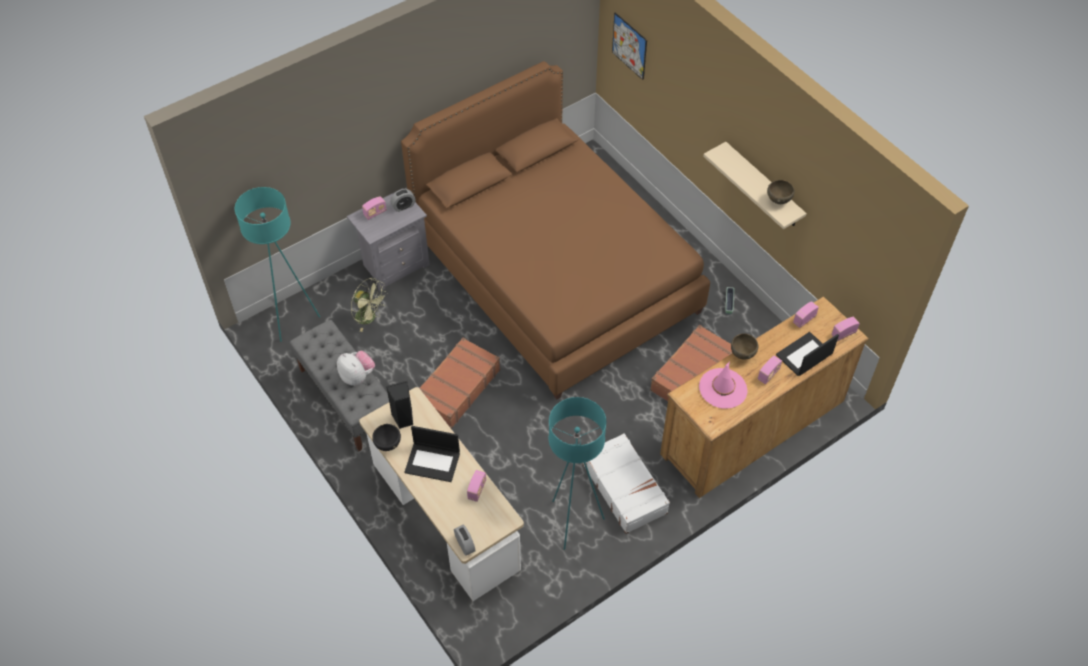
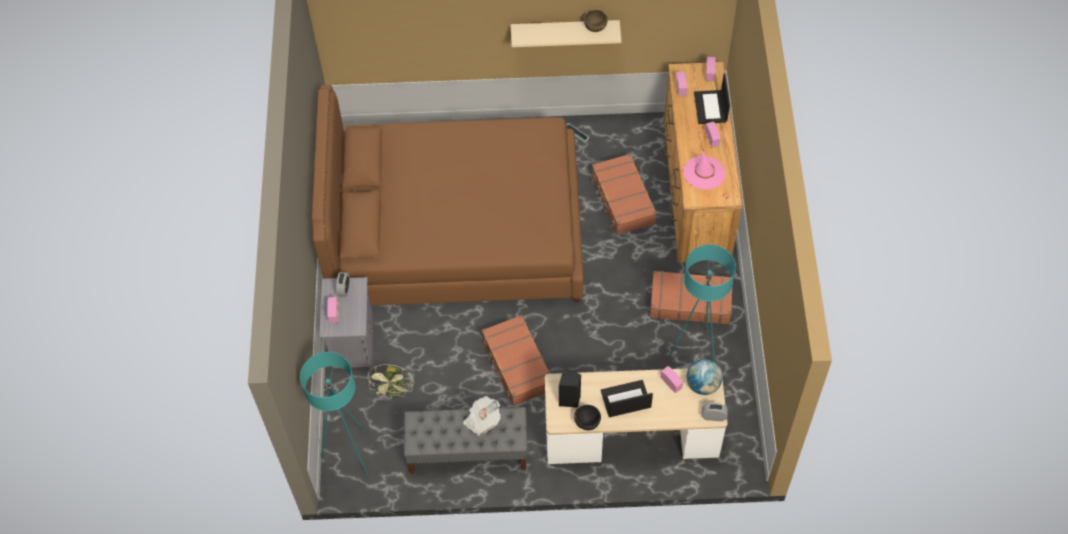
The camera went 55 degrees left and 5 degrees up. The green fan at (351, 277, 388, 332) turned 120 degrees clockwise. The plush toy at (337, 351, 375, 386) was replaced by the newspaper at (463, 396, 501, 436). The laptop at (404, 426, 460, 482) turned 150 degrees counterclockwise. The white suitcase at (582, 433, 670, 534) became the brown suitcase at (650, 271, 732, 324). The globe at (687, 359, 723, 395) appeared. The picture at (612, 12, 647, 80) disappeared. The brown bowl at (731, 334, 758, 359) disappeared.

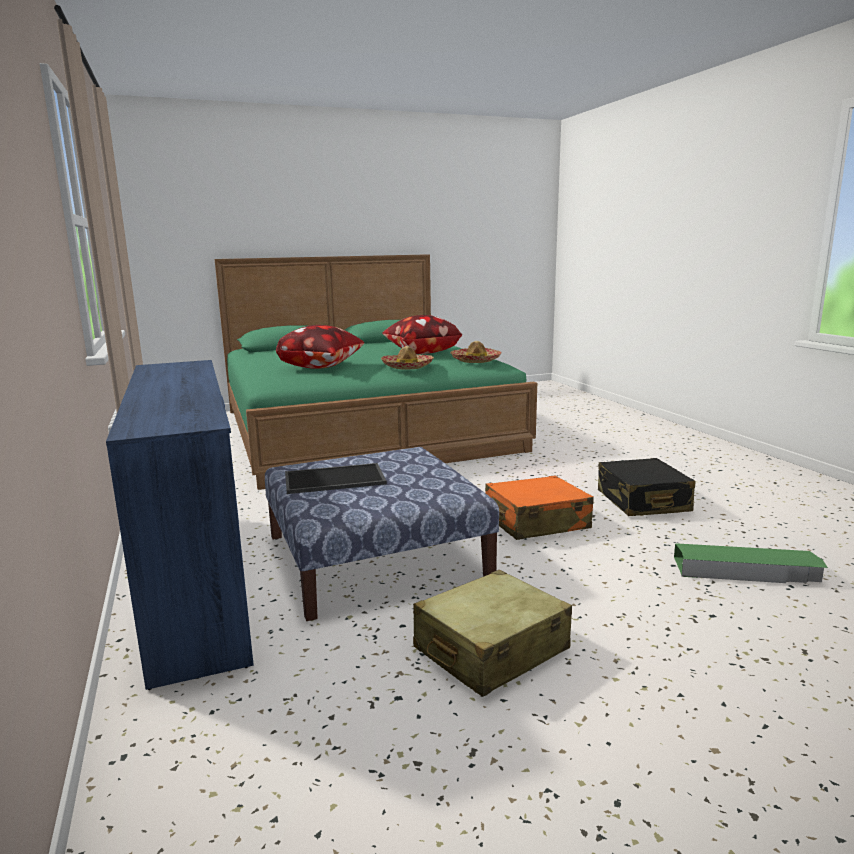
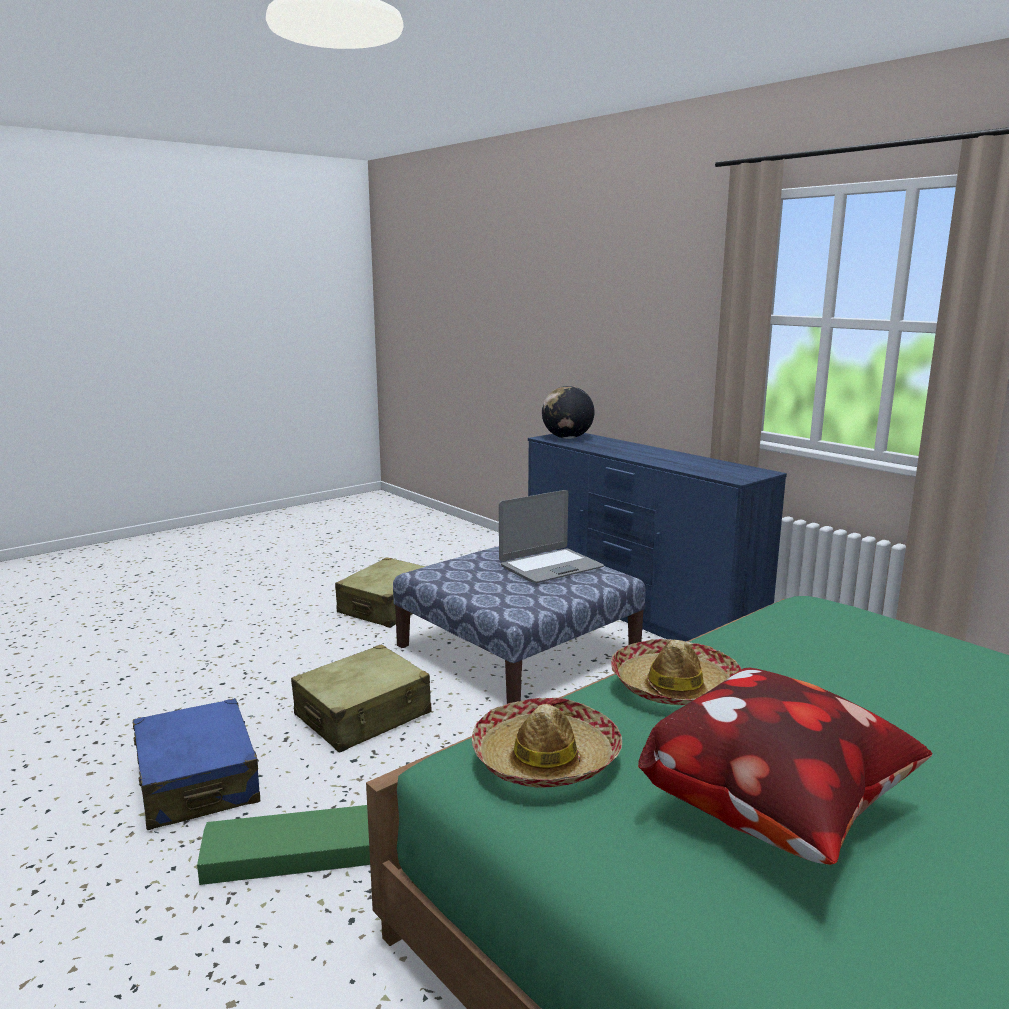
The camera went 160 degrees right and 0 degrees up. The black suitcase at (598, 458, 695, 516) became the blue suitcase at (133, 698, 260, 830). The green storage box moved from (674, 543, 828, 583) to (197, 805, 370, 886). The orange suitcase at (485, 476, 594, 540) became the beige suitcase at (291, 644, 431, 753). The tray at (285, 463, 387, 494) was replaced by the laptop at (499, 490, 604, 583). The globe at (542, 386, 595, 439) appeared. The pillow at (276, 325, 365, 369) disappeared.

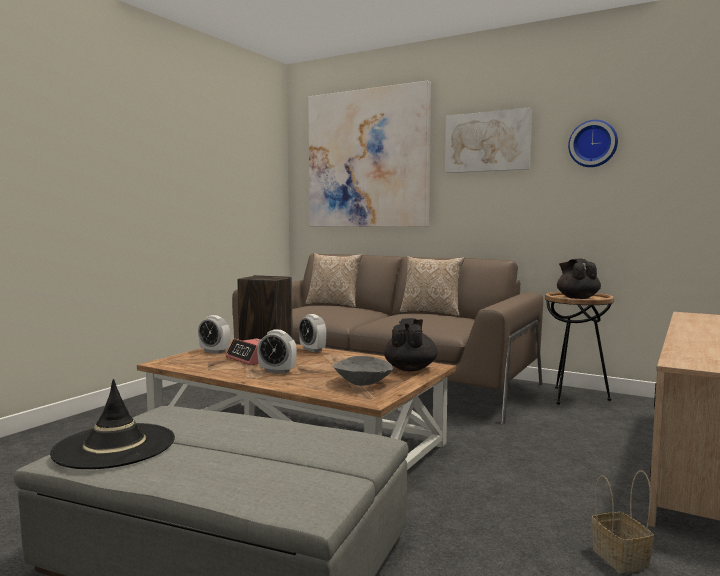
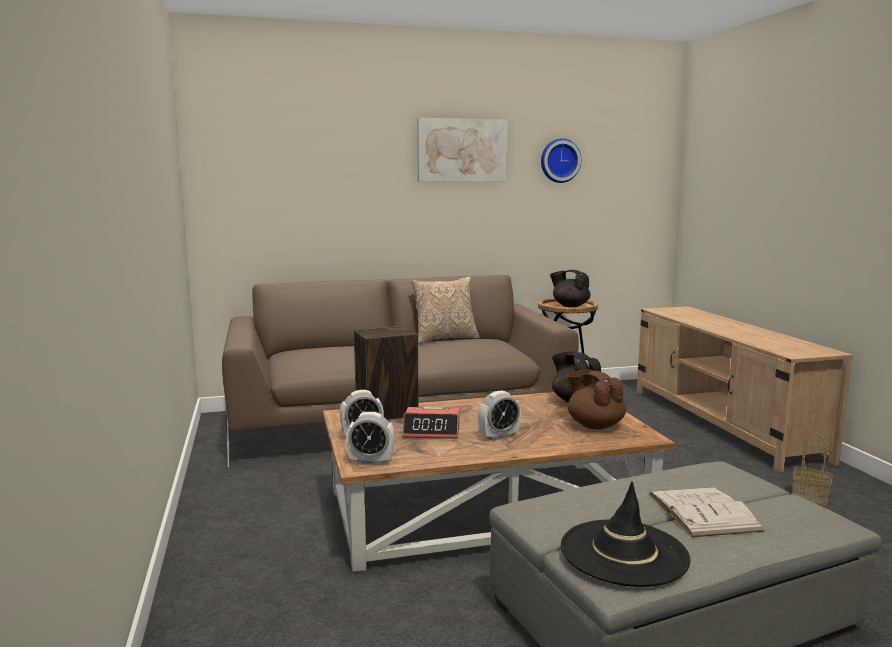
The camera went 45 degrees left and 5 degrees up. The alarm clock moved from (299, 314, 327, 352) to (346, 412, 395, 465). The grey bowl at (333, 356, 393, 386) was replaced by the brown teapot at (567, 370, 626, 429). The white book at (648, 487, 765, 537) appeared. The pillow at (305, 253, 363, 308) disappeared. The picture at (308, 81, 431, 227) disappeared.

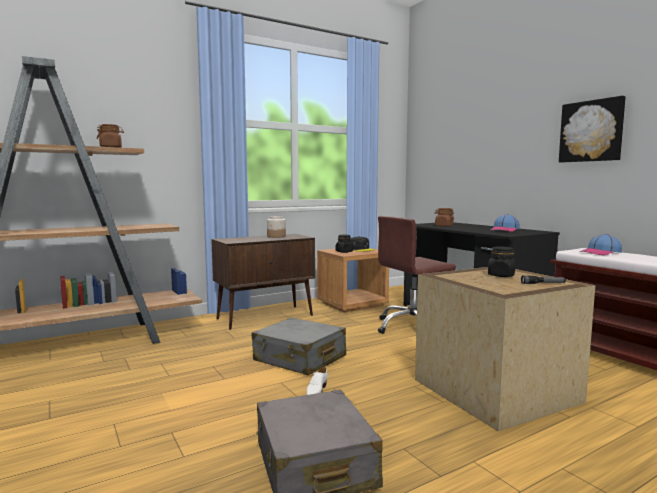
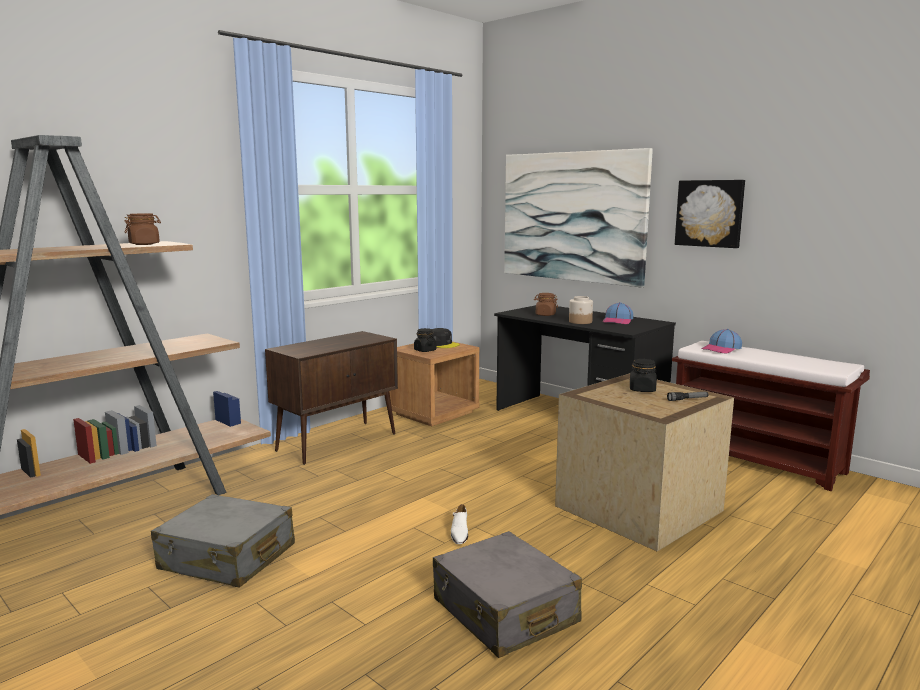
The camera went 15 degrees left and 5 degrees up. The grey suitcase moved from (252, 318, 346, 375) to (151, 494, 295, 588). The picture at (504, 148, 653, 288) appeared. The jar moved from (267, 216, 286, 238) to (569, 296, 593, 324). The brown office chair at (378, 216, 456, 334) disappeared.

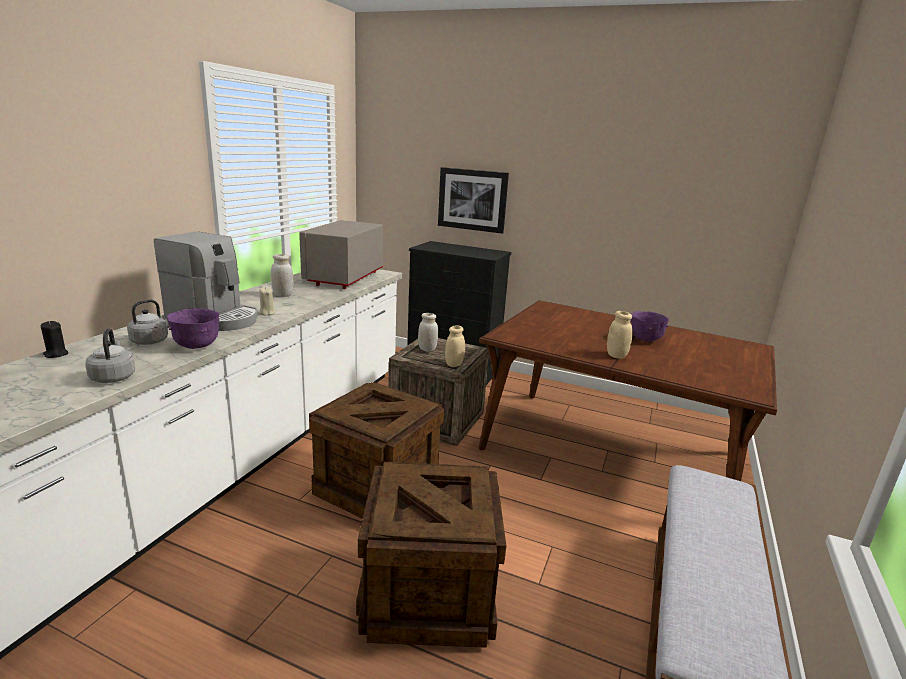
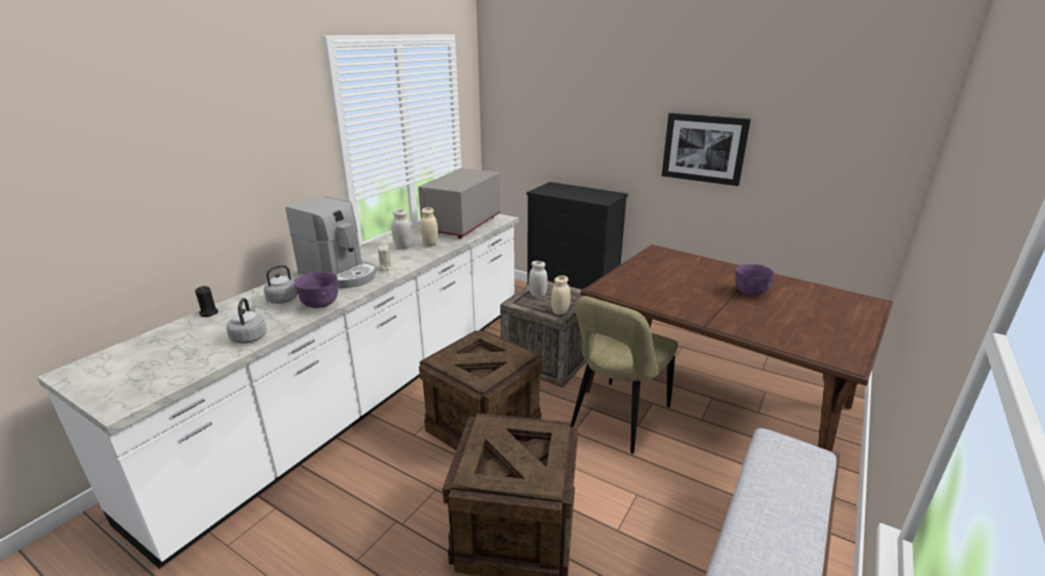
The camera went 10 degrees right and 5 degrees up. The beige jar moved from (607, 311, 633, 359) to (421, 207, 438, 246). The beige chair at (571, 296, 678, 454) appeared. The picture moved from (438, 167, 509, 234) to (662, 113, 751, 186).

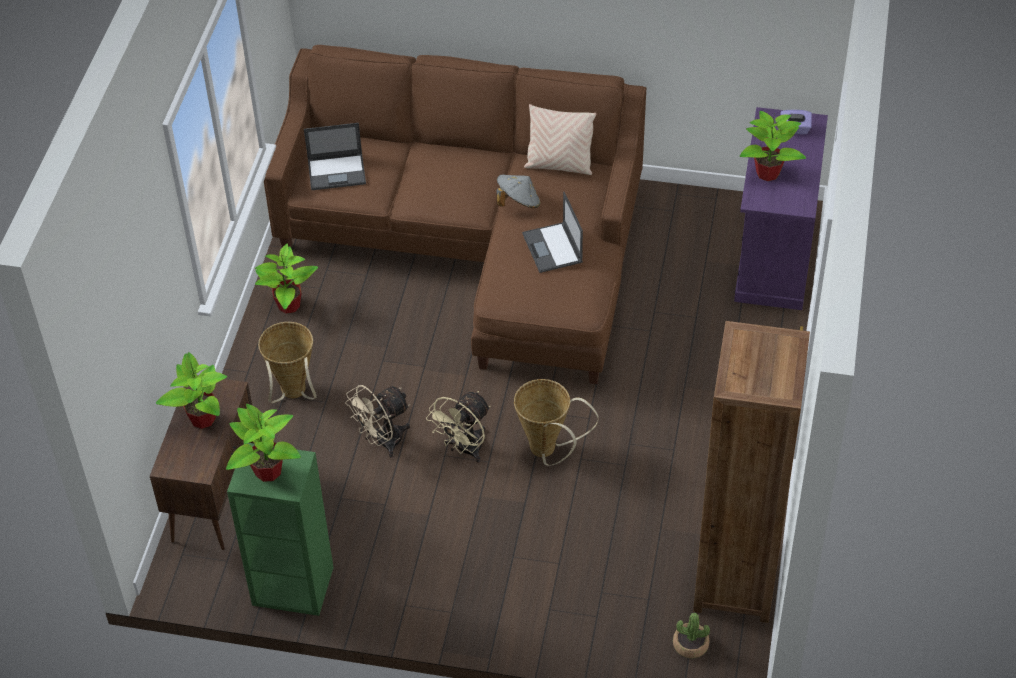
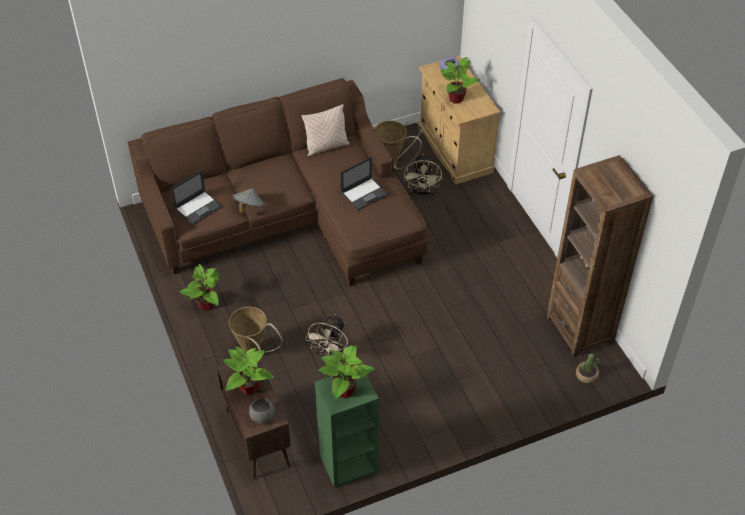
The camera went 35 degrees left and 0 degrees up. The grey hat moved from (496, 175, 540, 208) to (232, 188, 265, 215). The grey bowl at (249, 398, 275, 424) appeared. The laptop at (522, 192, 583, 273) turned 75 degrees counterclockwise. The basket moved from (514, 379, 599, 466) to (375, 121, 422, 169). The beige fan moved from (426, 391, 490, 463) to (404, 154, 442, 196). The purple cabinet at (734, 107, 828, 310) became the beige cabinet at (419, 56, 501, 185).

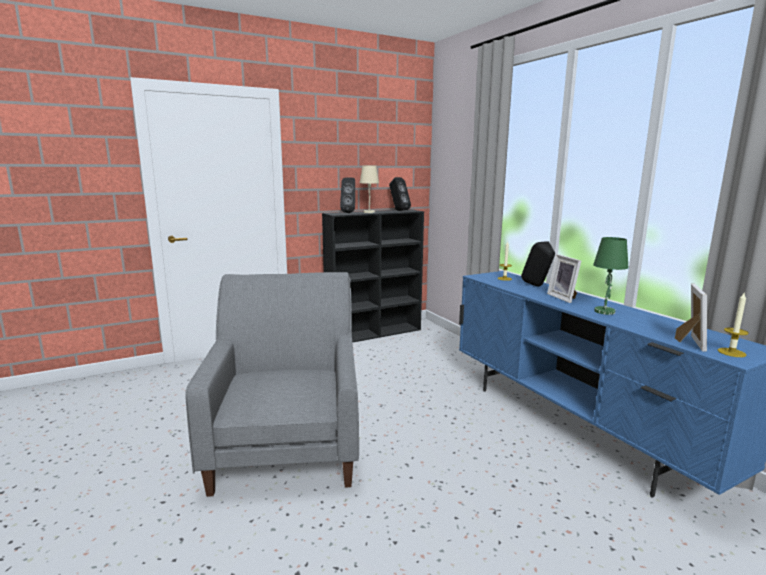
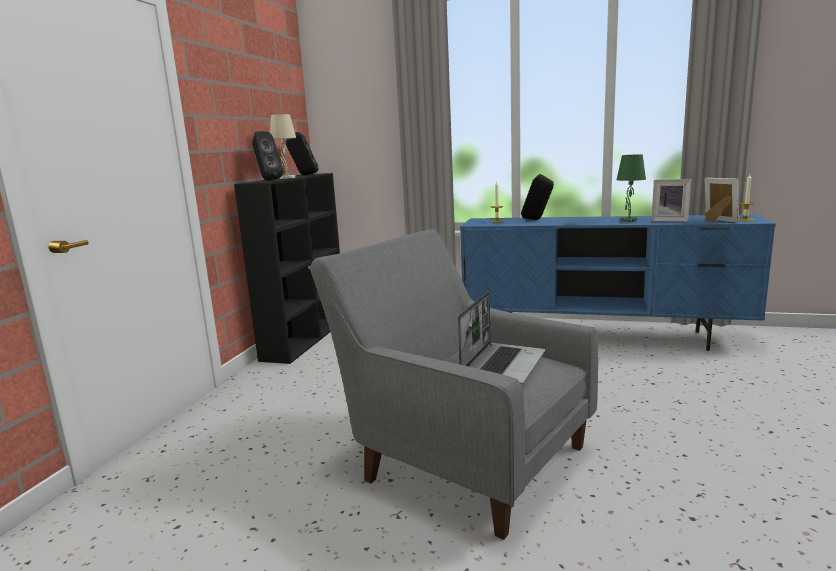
The camera went 45 degrees left and 0 degrees up. The laptop at (458, 292, 545, 384) appeared. The picture frame moved from (547, 254, 581, 303) to (651, 179, 691, 222).

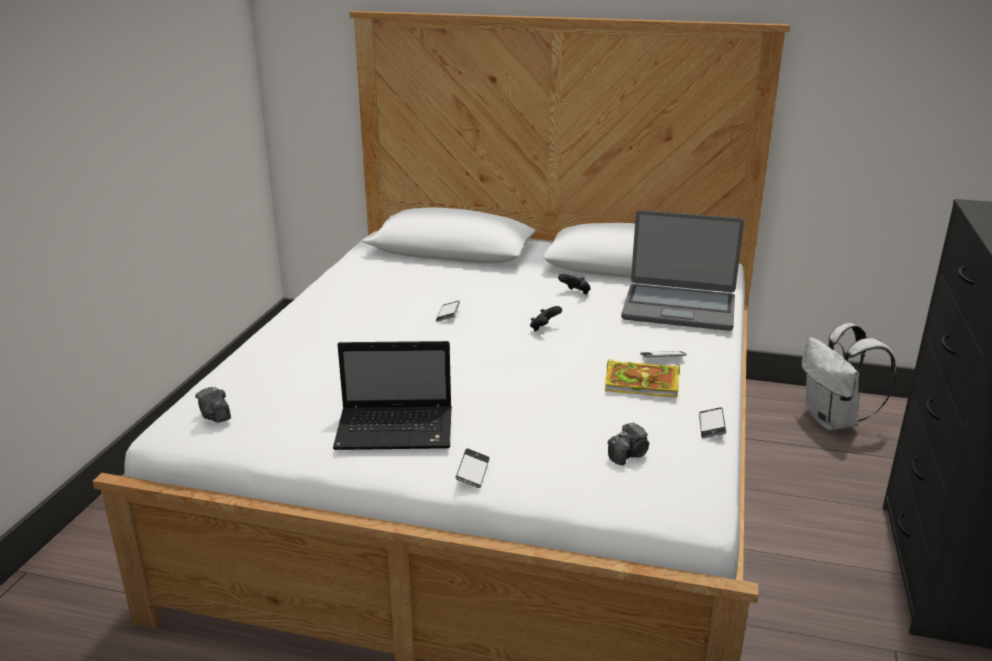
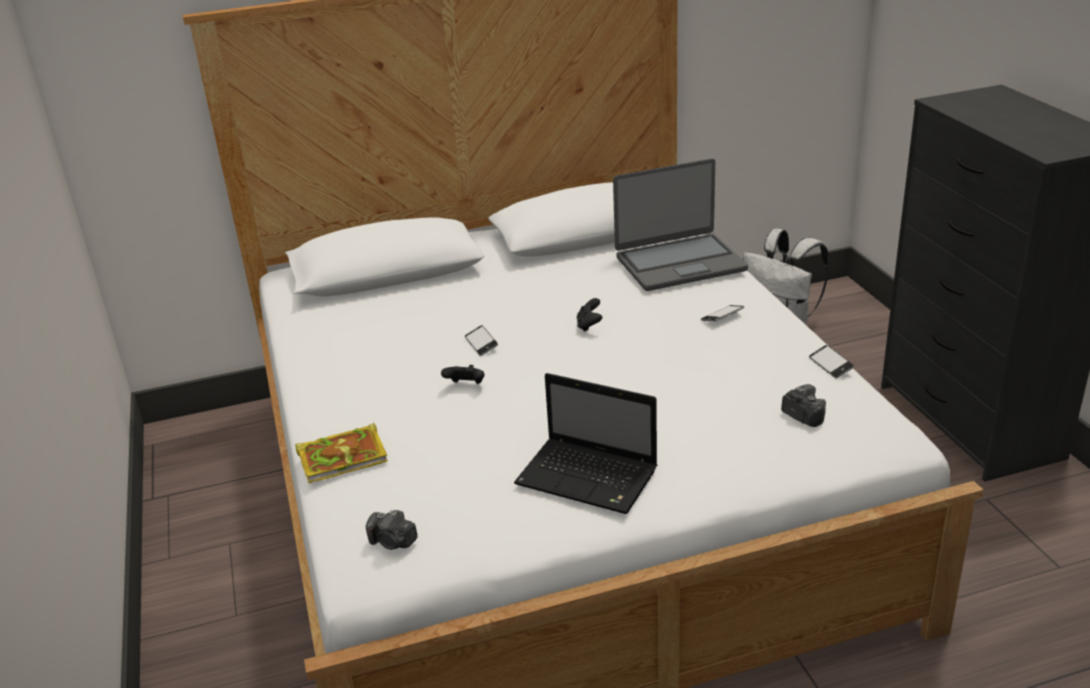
The camera went 30 degrees left and 5 degrees up. The book moved from (605, 359, 680, 397) to (295, 423, 388, 483). The black game controller moved from (558, 274, 591, 295) to (441, 365, 485, 384). The laptop at (333, 341, 452, 450) turned 60 degrees clockwise. The photo camera at (608, 422, 649, 465) turned 60 degrees counterclockwise. The phone at (455, 448, 490, 488) disappeared.

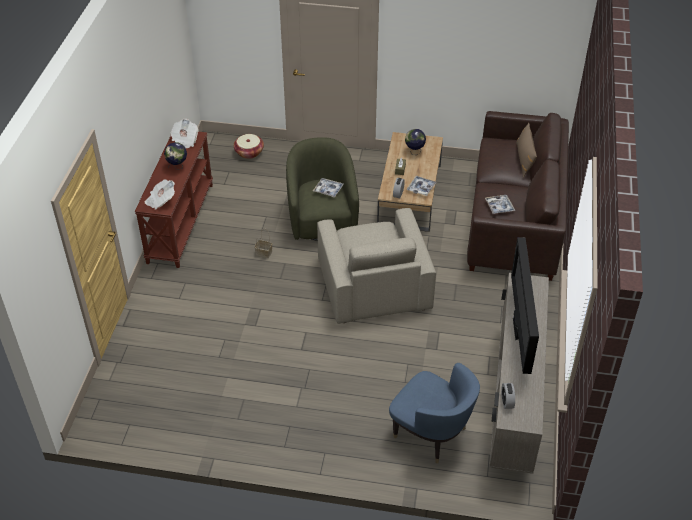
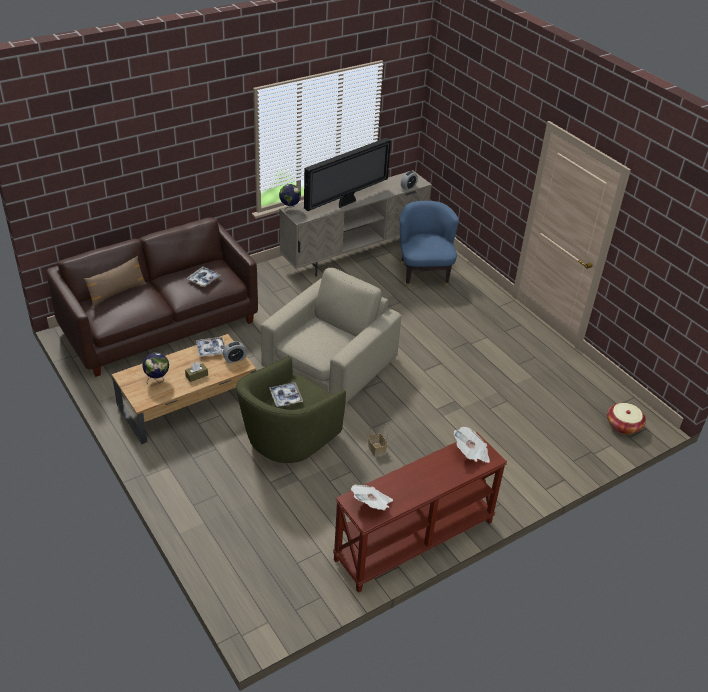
The camera went 135 degrees left and 5 degrees down. The globe moved from (164, 142, 187, 170) to (279, 184, 301, 214). The basket moved from (234, 134, 264, 159) to (607, 403, 646, 435).

